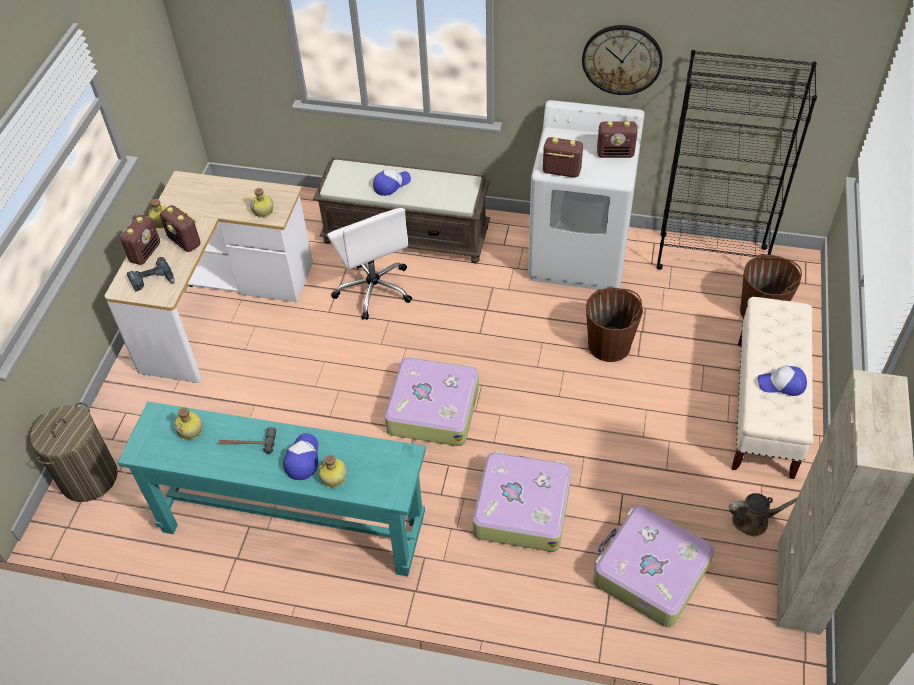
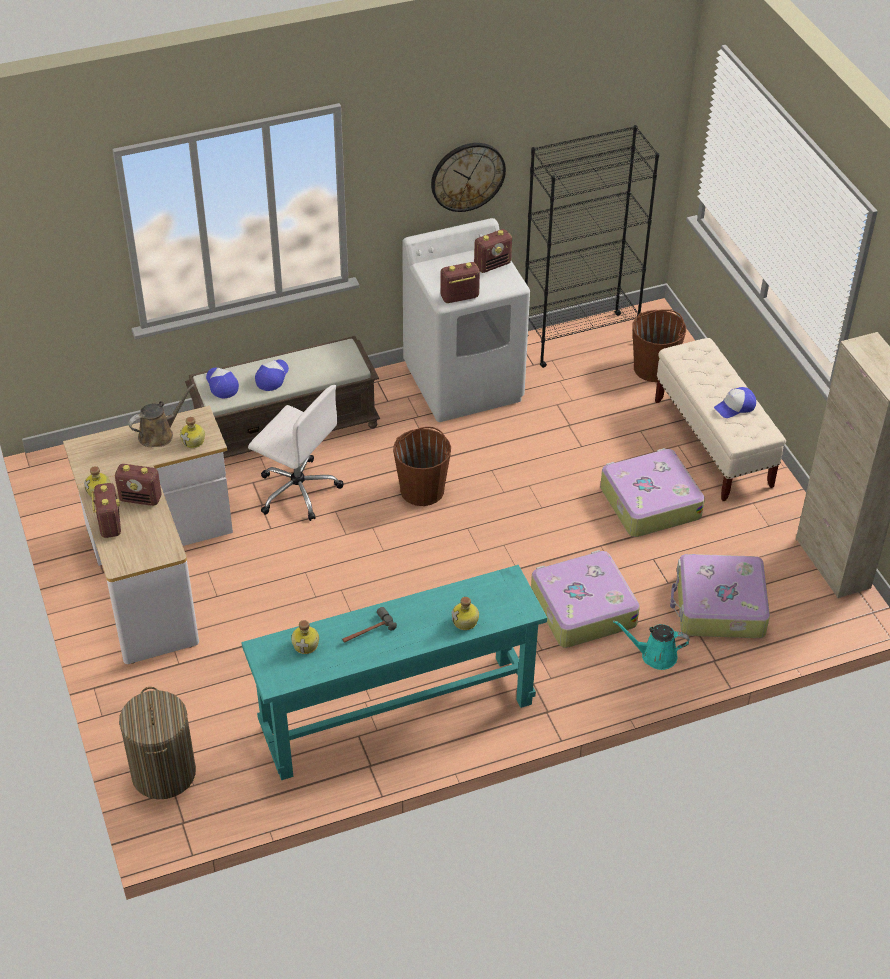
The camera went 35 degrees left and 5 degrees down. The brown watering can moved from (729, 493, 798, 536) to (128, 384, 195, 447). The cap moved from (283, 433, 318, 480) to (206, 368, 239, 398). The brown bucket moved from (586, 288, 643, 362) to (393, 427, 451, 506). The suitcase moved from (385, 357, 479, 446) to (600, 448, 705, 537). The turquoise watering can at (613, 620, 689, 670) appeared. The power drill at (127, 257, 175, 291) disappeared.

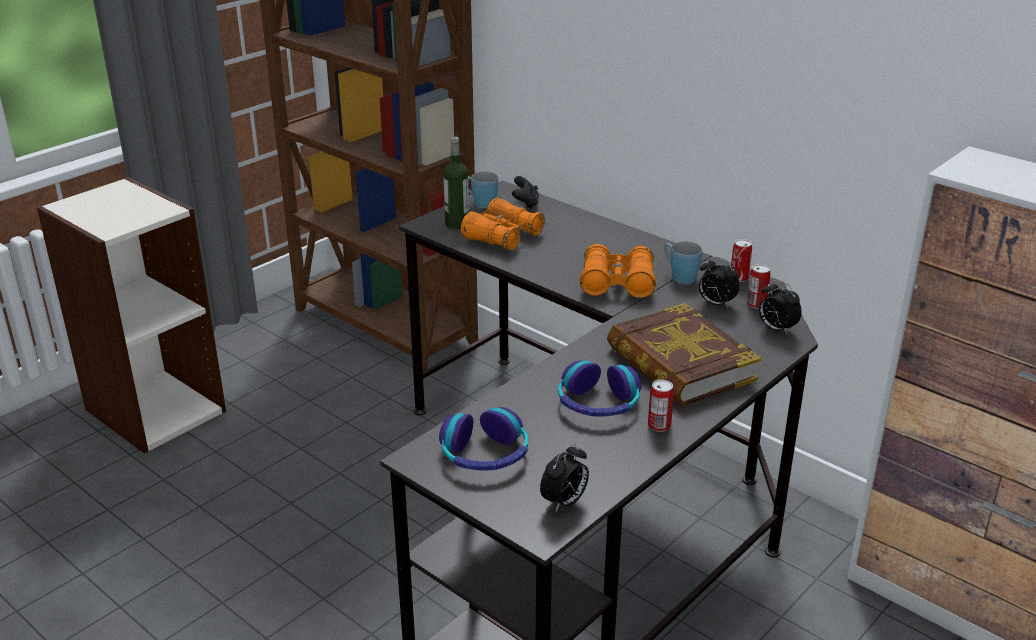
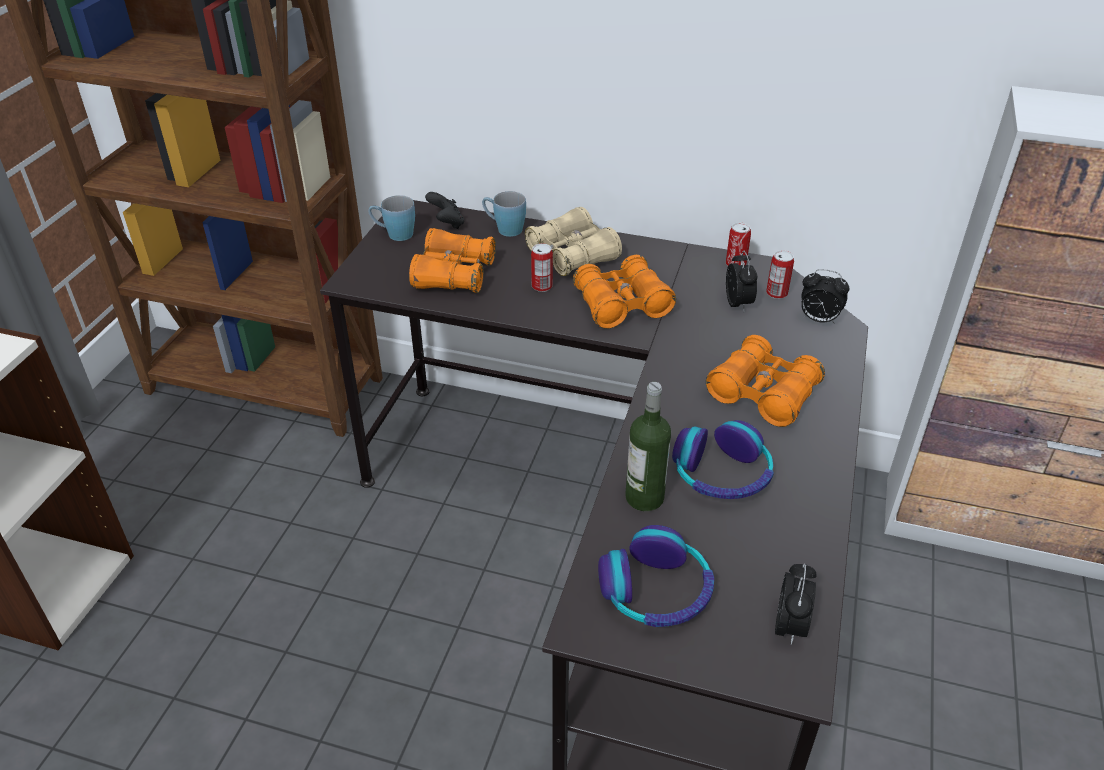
The camera went 25 degrees left and 10 degrees up. The blue mug moved from (663, 241, 702, 284) to (482, 191, 526, 237). The beige binoculars at (525, 207, 622, 276) appeared. The can moved from (648, 380, 674, 432) to (531, 244, 553, 292). The bottle moved from (443, 137, 469, 230) to (625, 382, 671, 511). The book at (607, 303, 761, 406) was replaced by the orange binoculars at (706, 335, 825, 427). The alarm clock at (699, 257, 740, 308) turned 105 degrees counterclockwise.

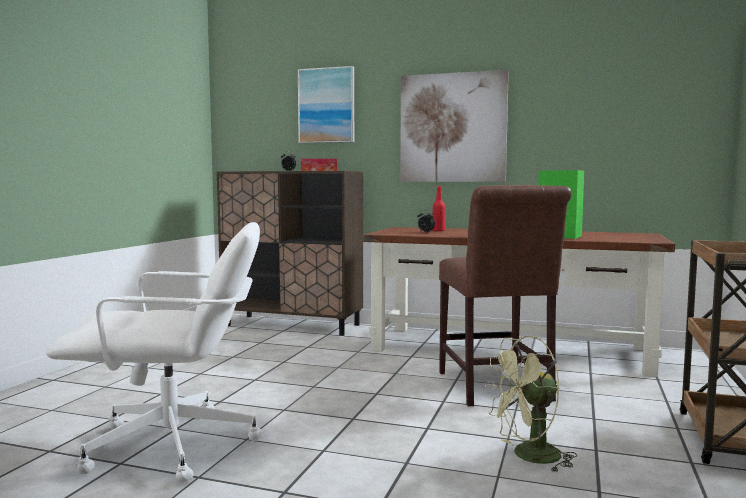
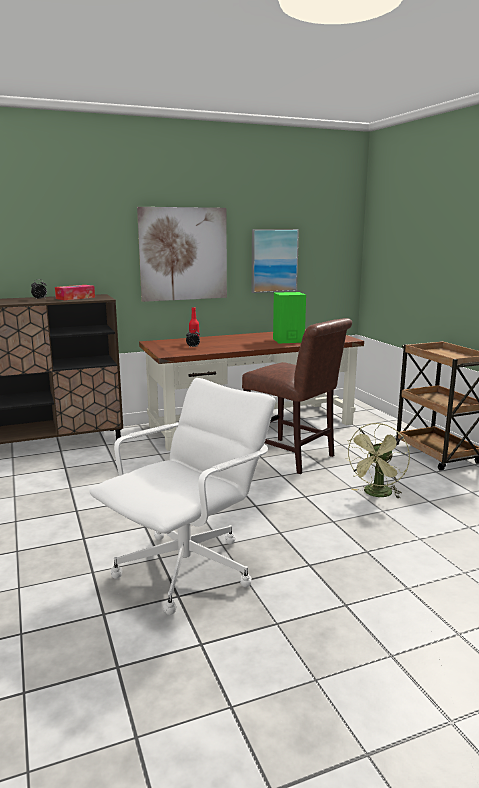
The camera went 40 degrees left and 10 degrees up. The picture moved from (298, 66, 354, 143) to (252, 229, 299, 293).

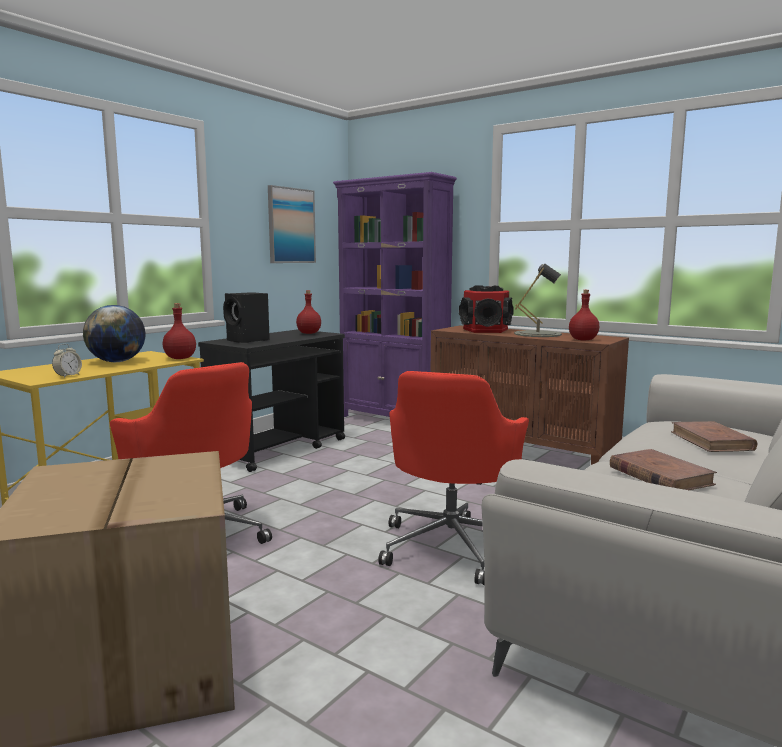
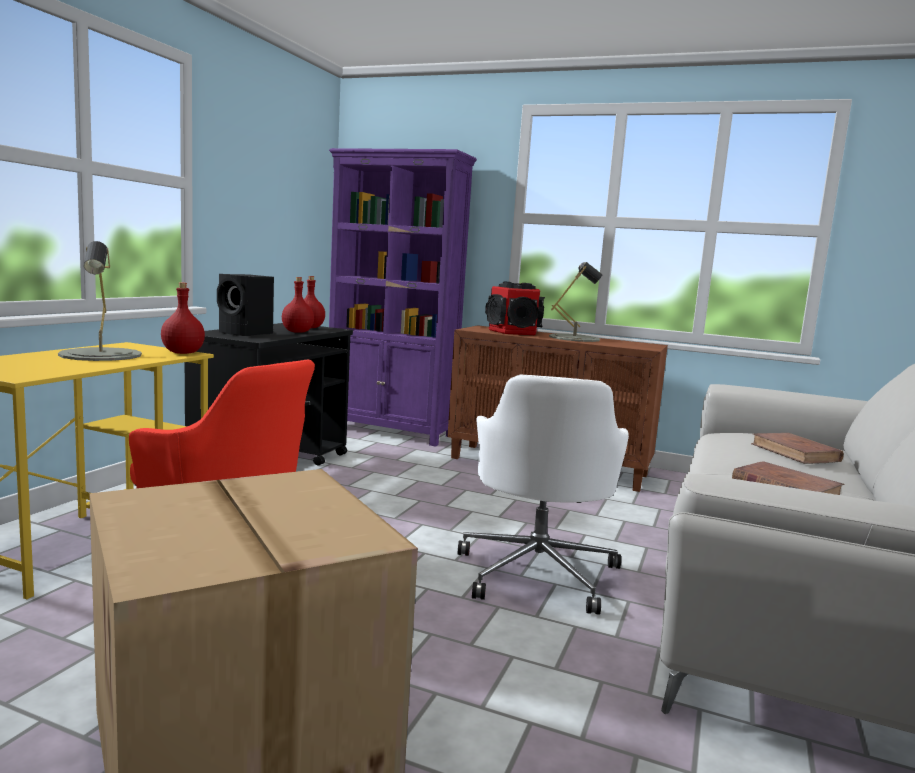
The camera went 15 degrees left and 0 degrees up. The globe at (83, 305, 145, 362) was replaced by the grey table lamp at (58, 241, 142, 361). The red bottle moved from (569, 290, 599, 341) to (282, 277, 314, 333). The red office chair at (378, 371, 529, 585) became the white office chair at (458, 375, 629, 615). The alarm clock at (52, 344, 82, 378) disappeared. The picture at (268, 185, 316, 263) disappeared.

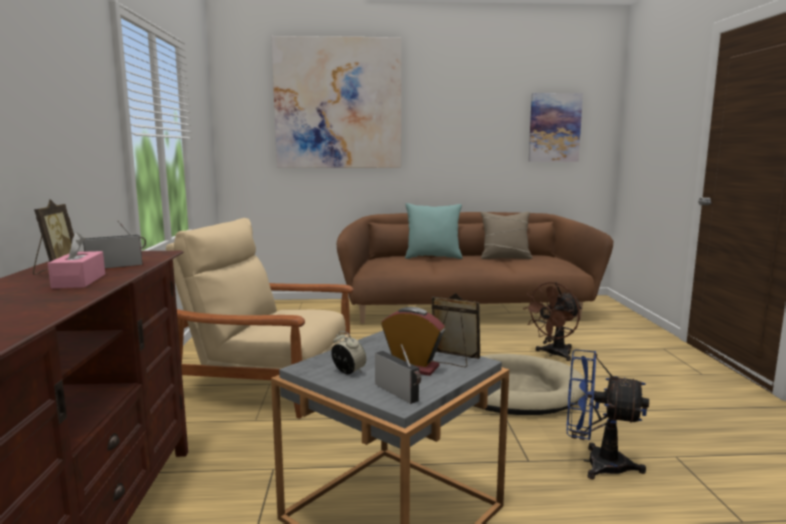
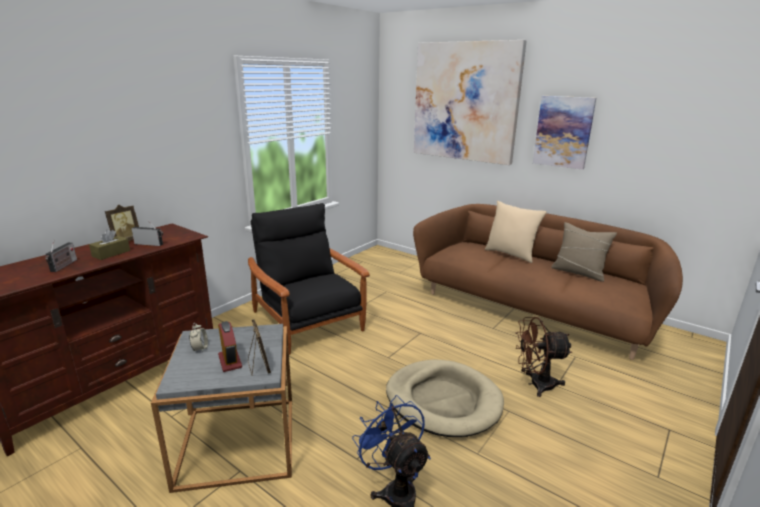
The camera went 40 degrees right and 10 degrees up. The radio moved from (375, 344, 421, 404) to (45, 240, 77, 272). The pink tissue box at (48, 232, 105, 289) became the brown tissue box at (89, 229, 130, 260). The beige armchair at (166, 218, 354, 418) became the black armchair at (248, 203, 370, 355). The turquoise pillow at (405, 203, 463, 259) became the beige pillow at (485, 201, 547, 263). The picture moved from (528, 93, 583, 162) to (533, 96, 596, 170).

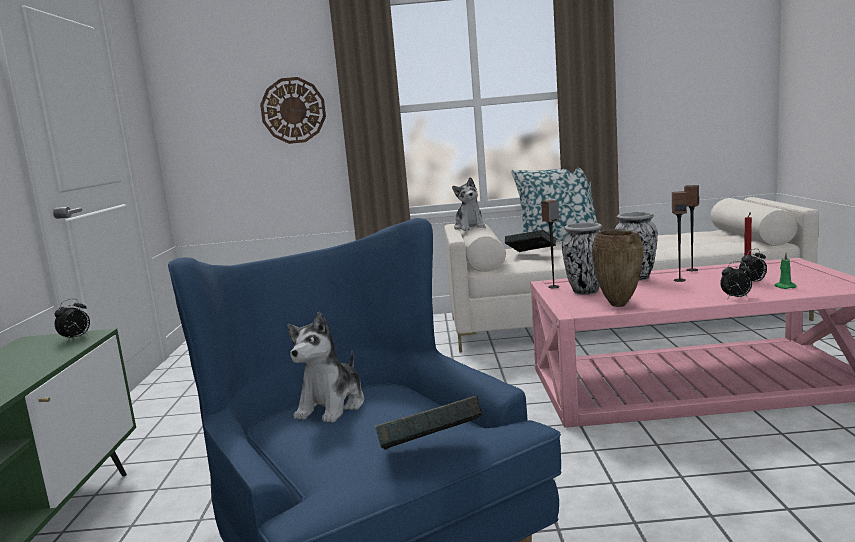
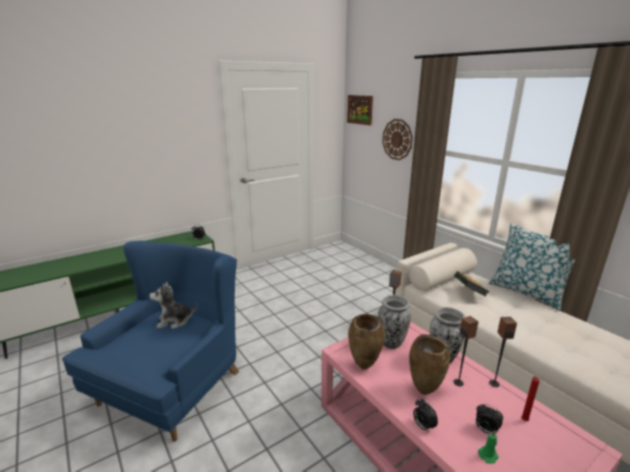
The camera went 55 degrees right and 10 degrees up. The picture at (347, 95, 373, 125) appeared. The brown vase at (409, 334, 450, 395) appeared. The book at (375, 396, 482, 450) disappeared. The plush toy at (452, 177, 486, 231) disappeared.

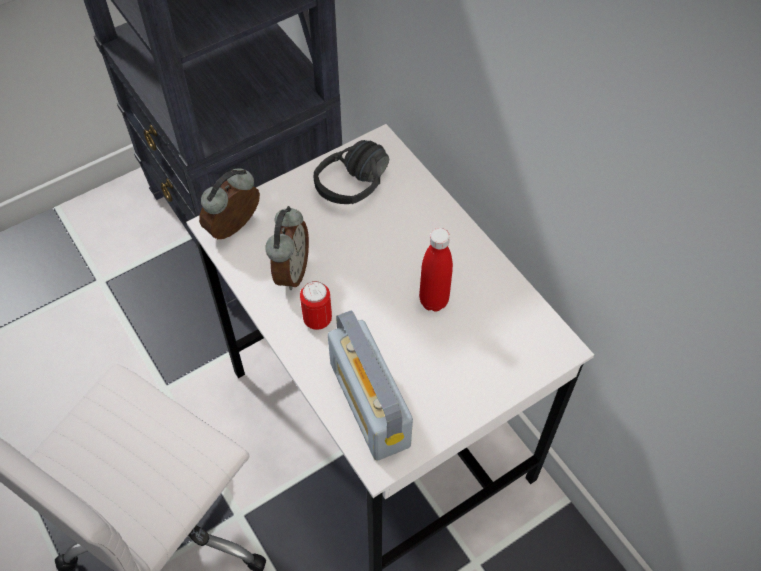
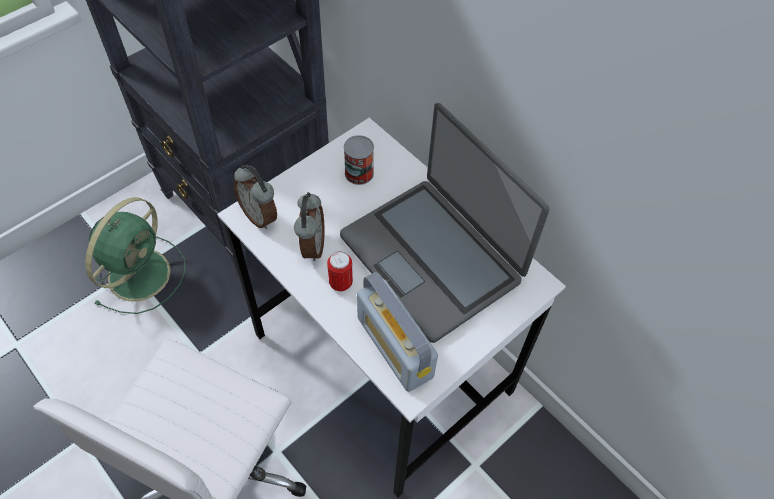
The camera went 10 degrees left and 0 degrees up. The green fan at (85, 197, 186, 314) appeared. The alarm clock at (199, 168, 260, 239) turned 75 degrees counterclockwise. The red bottle at (419, 228, 453, 312) was replaced by the laptop at (340, 103, 549, 343). The black headphones at (314, 140, 389, 204) was replaced by the can at (344, 135, 374, 185).

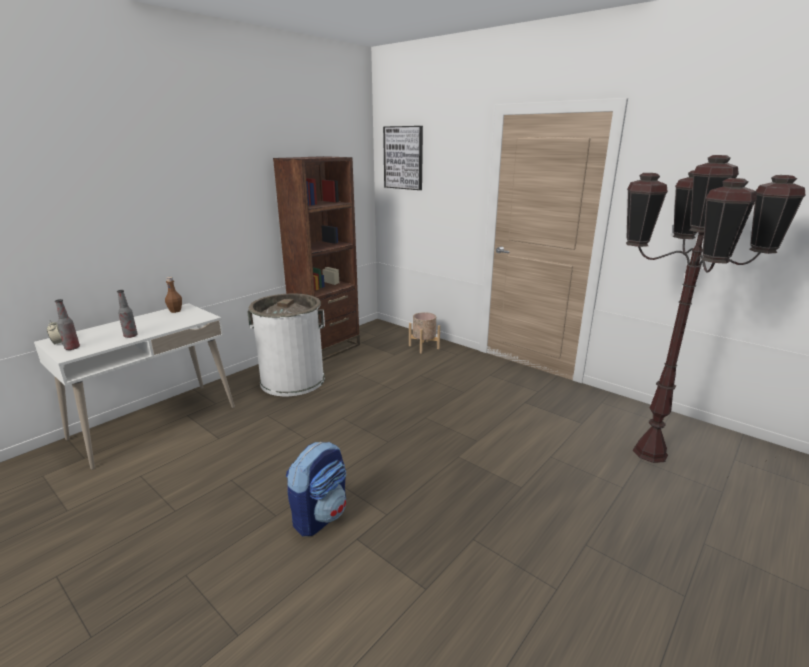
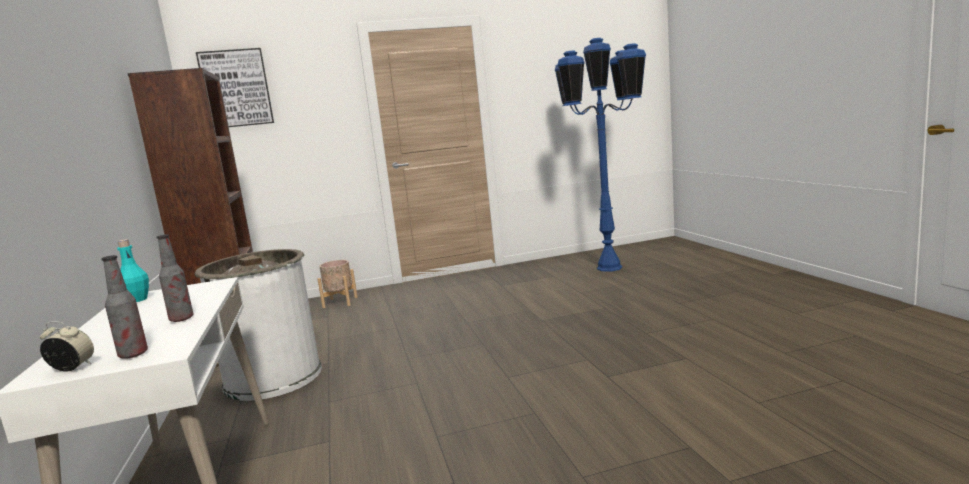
The camera went 55 degrees left and 10 degrees down. The brown bottle at (165, 277, 182, 313) became the turquoise bottle at (117, 239, 149, 302). The brown floor lamp at (626, 155, 806, 463) became the blue floor lamp at (555, 38, 646, 272). The backpack at (286, 442, 346, 536) disappeared.

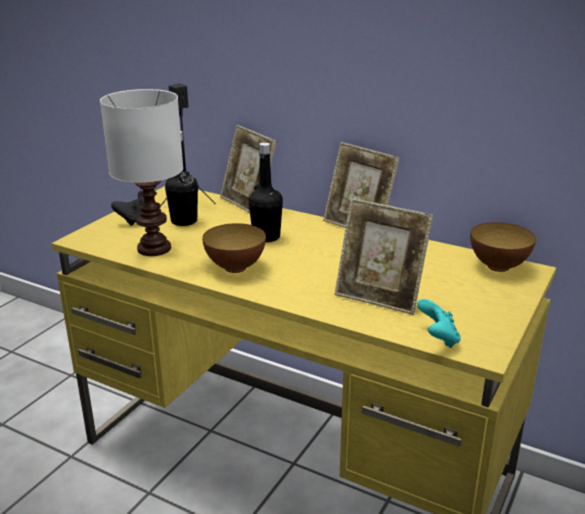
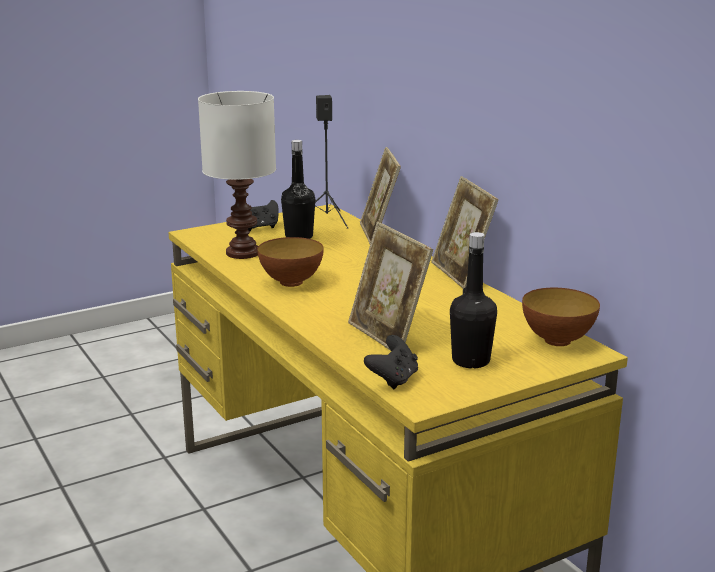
The camera went 30 degrees right and 5 degrees down. The turquoise game controller at (417, 299, 460, 348) became the black game controller at (364, 335, 418, 389). The black bottle moved from (249, 142, 283, 242) to (450, 232, 497, 369).

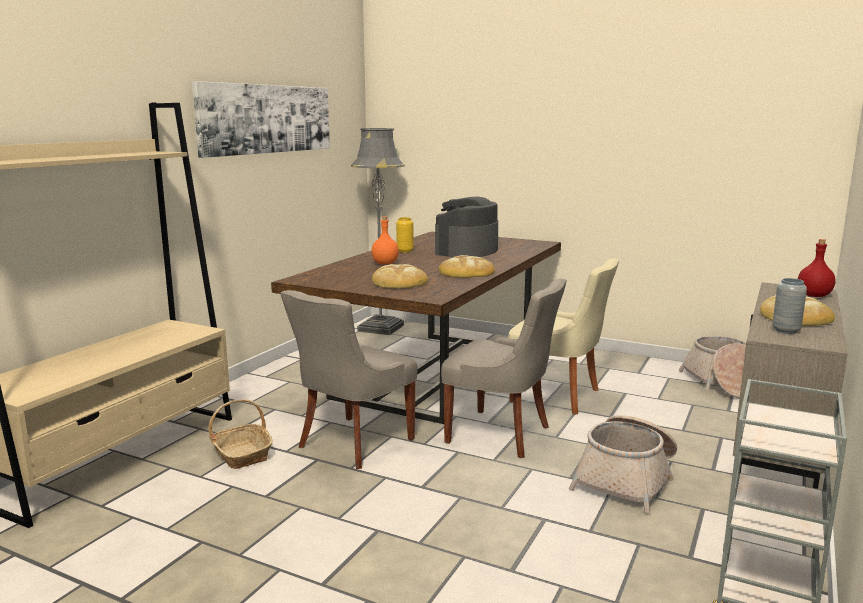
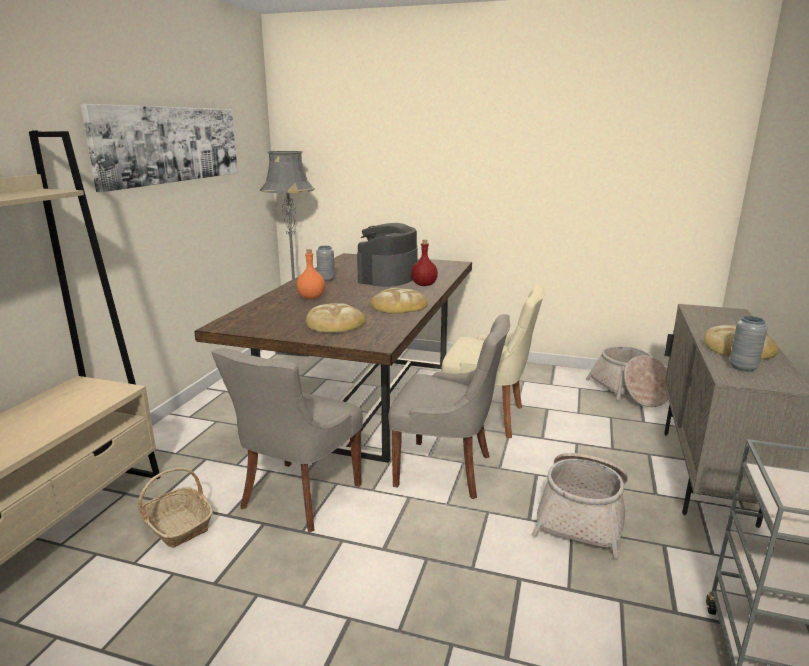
The camera went 10 degrees left and 5 degrees up. The yellow vase at (396, 217, 414, 253) became the grey vase at (316, 246, 335, 282). The red bottle moved from (798, 239, 836, 297) to (411, 240, 438, 286).

